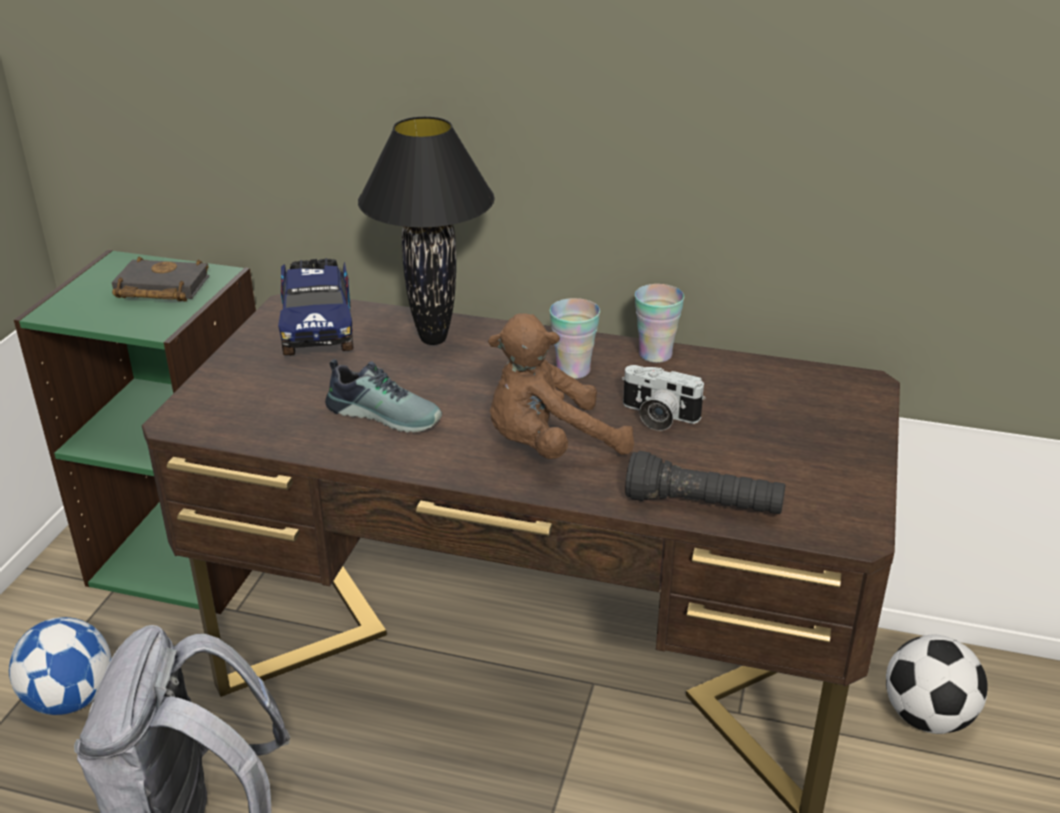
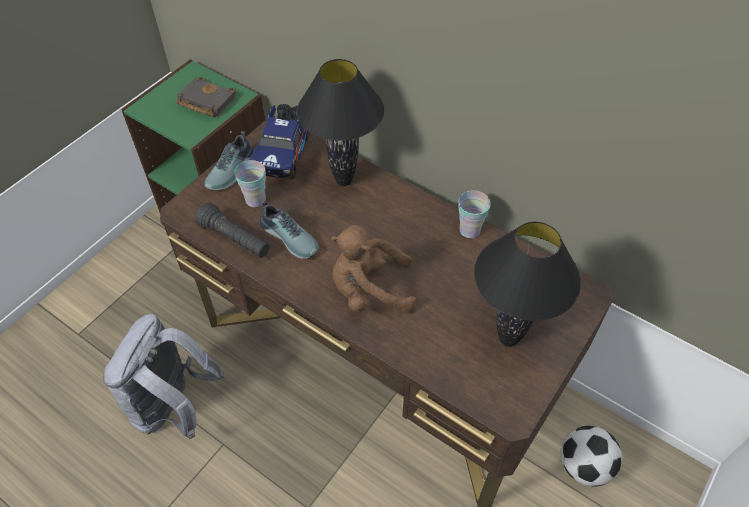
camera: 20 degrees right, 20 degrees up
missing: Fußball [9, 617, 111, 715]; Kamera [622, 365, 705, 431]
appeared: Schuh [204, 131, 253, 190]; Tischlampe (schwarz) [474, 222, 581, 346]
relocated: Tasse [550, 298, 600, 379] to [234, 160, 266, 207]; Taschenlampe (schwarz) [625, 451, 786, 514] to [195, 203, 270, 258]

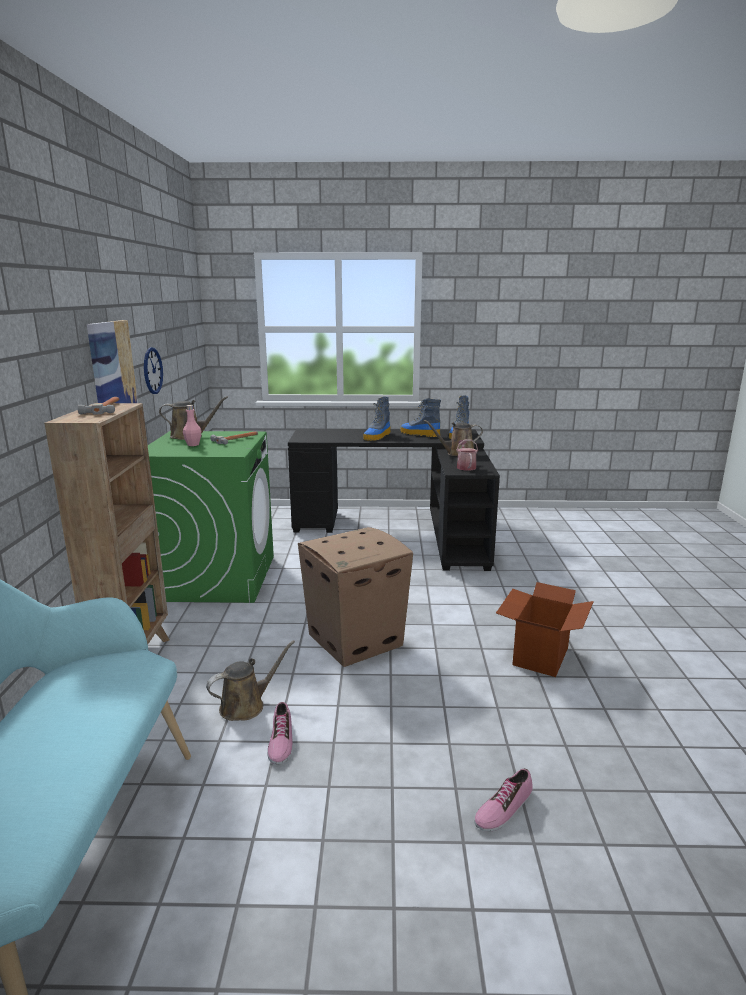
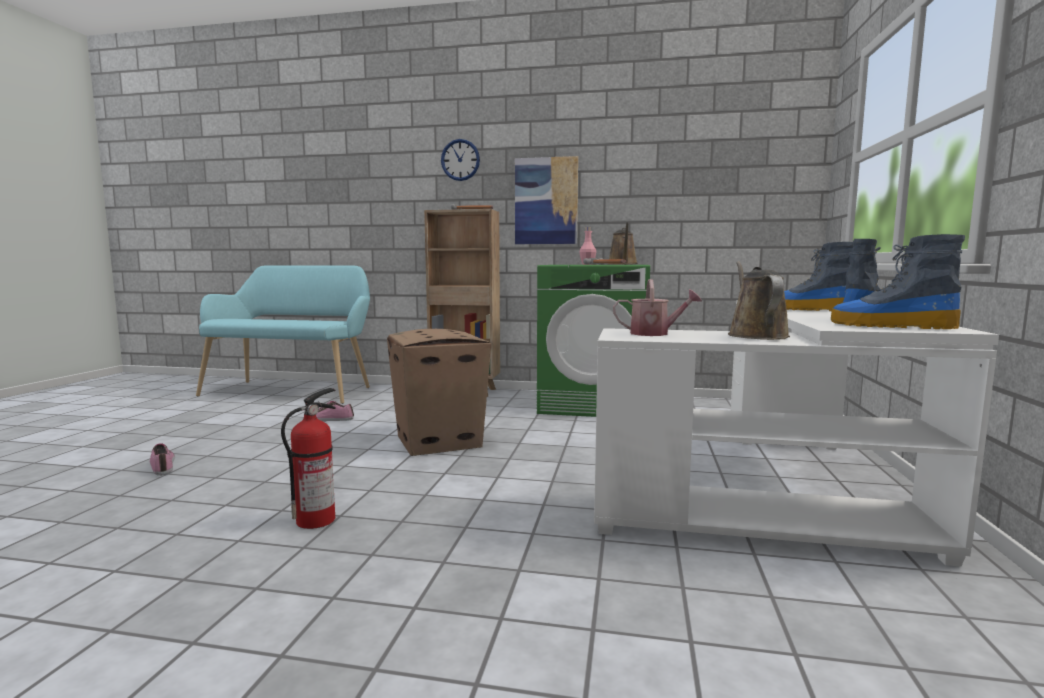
camera: 100 degrees right, 10 degrees down
missing: Gießkanne (braun) [206, 640, 295, 721]
relocated: Wanduhr [144, 347, 163, 394] to [441, 139, 480, 181]
exchanged: Karton [496, 582, 594, 677] to Feuerlöscher [281, 388, 336, 529]
colour: Schreibtisch (schwarz) [288, 429, 500, 571] to Schreibtisch (weiß) [594, 300, 999, 567]

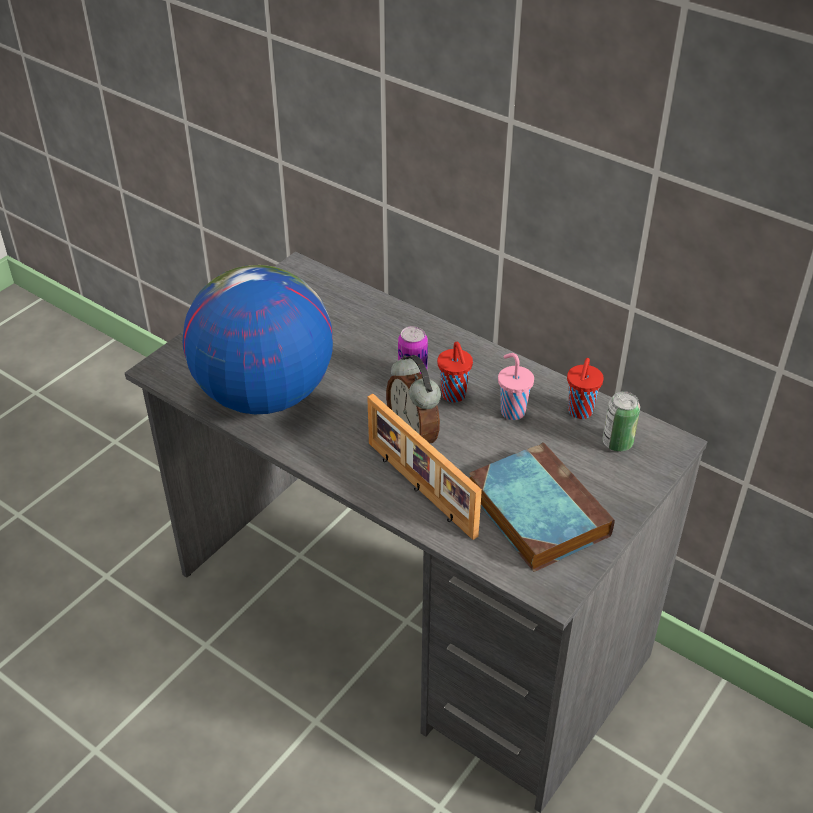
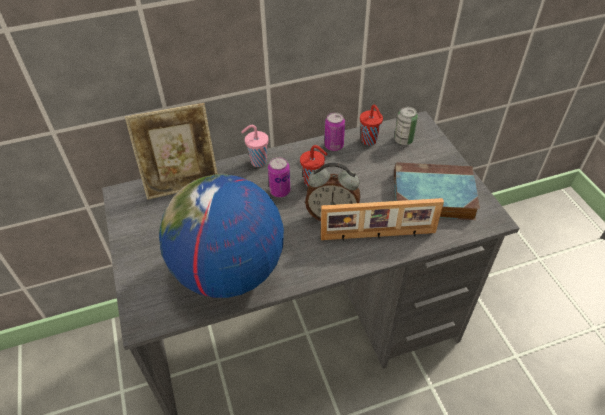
camera: 55 degrees left, 5 degrees up
appeared: Bilderrahmen [125, 103, 218, 200]; Dose [325, 112, 345, 151]
relocated: Tasse (rosa) [498, 353, 534, 420] to [241, 125, 269, 167]

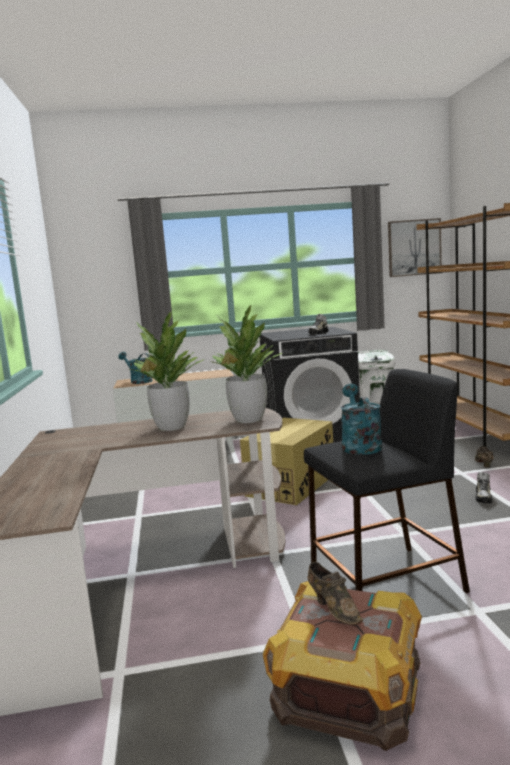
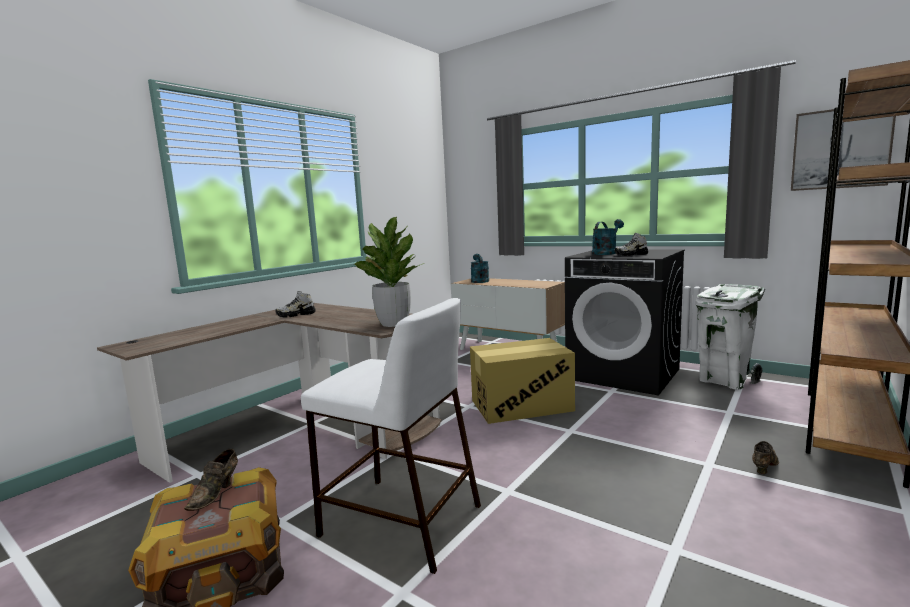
camera: 45 degrees right, 0 degrees up
missing: Topfpflanze [130, 312, 204, 431]
relocated: Gießkanne (türkis) [341, 384, 382, 455] to [592, 219, 624, 255]; Schuh [475, 472, 492, 503] to [275, 291, 316, 318]
colour: Hocker (schwarz) [304, 369, 470, 593] to Hocker (weiß) [301, 298, 481, 574]

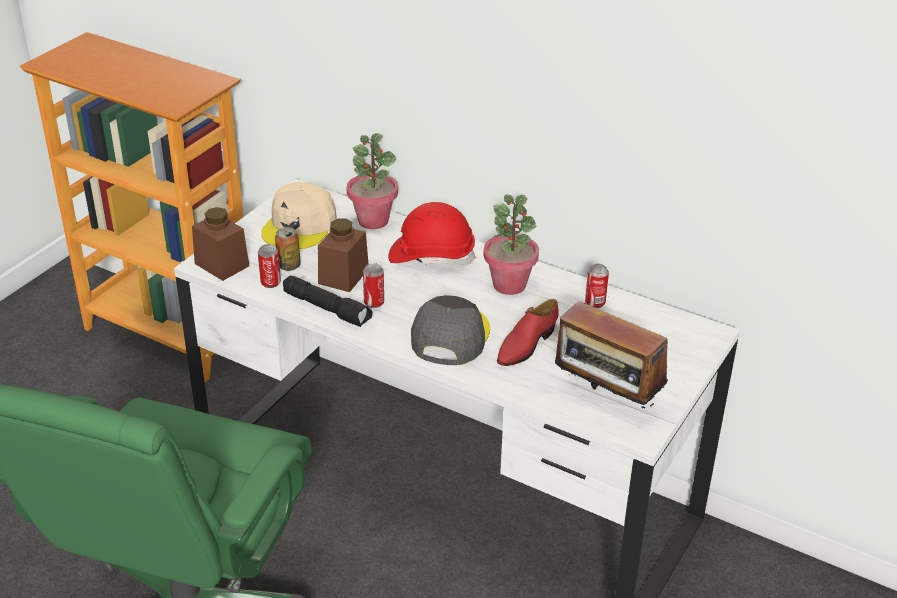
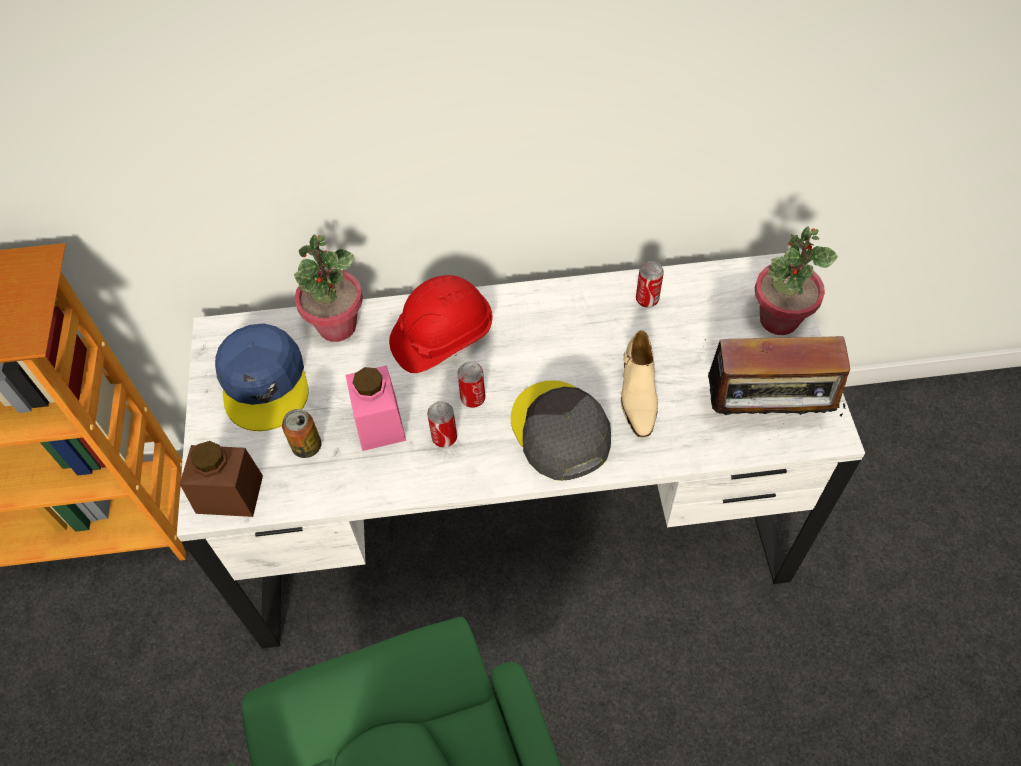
camera: 35 degrees left, 20 degrees up
missing: Taschenlampe (schwarz) [283, 275, 373, 327]
relocated: Dose [258, 244, 281, 288] to [457, 361, 485, 408]; Topfpflanze [483, 195, 539, 295] to [755, 226, 838, 335]
colour: Kappe (beige) [261, 182, 337, 249] to Kappe (blau) [215, 323, 308, 431]; Vorratsglas (braun) [318, 219, 369, 292] to Vorratsglas (rosa) [346, 365, 406, 451]; Schuh (rot) [497, 299, 559, 366] to Schuh (beige) [621, 330, 658, 438]

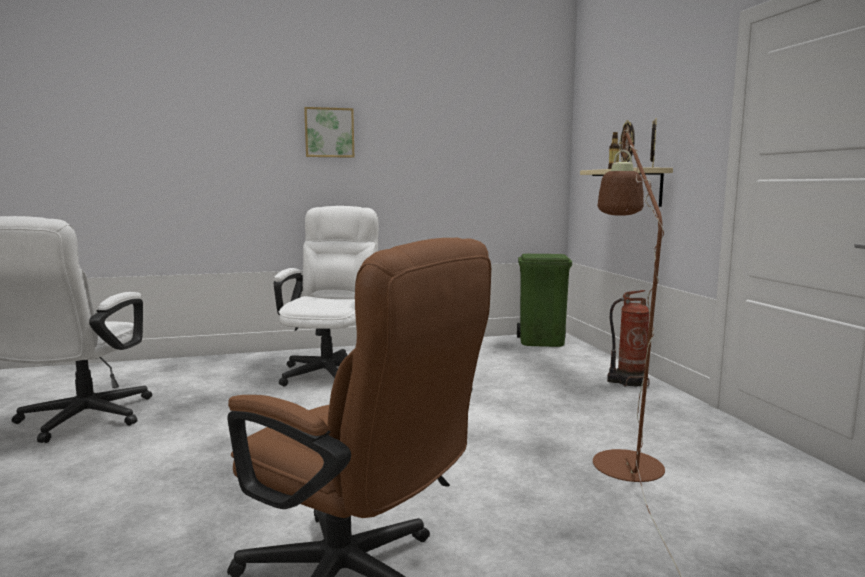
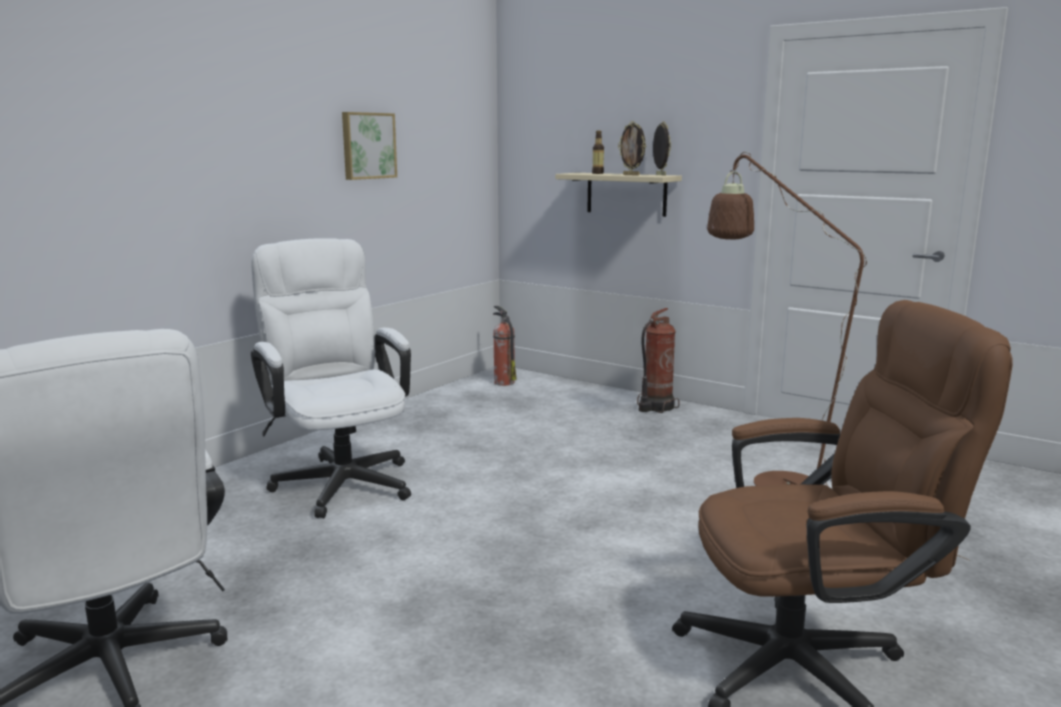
camera: 40 degrees left, 5 degrees up
relocated: Bild [304, 107, 354, 158] to [342, 112, 397, 180]
exchanged: Mülleimer (grün) [517, 254, 572, 347] to Feuerlöscher [493, 306, 517, 386]

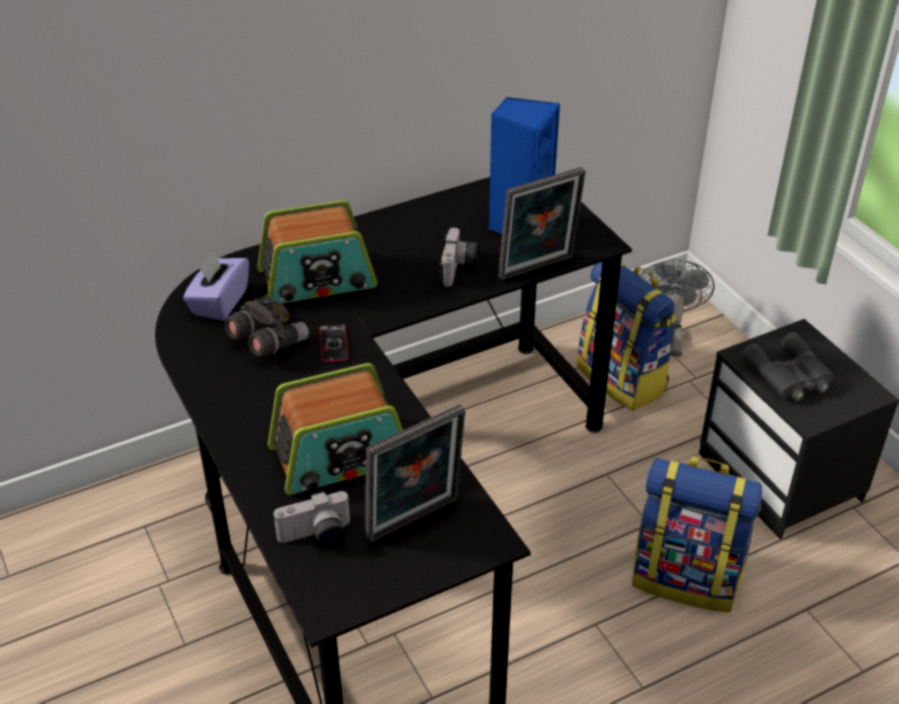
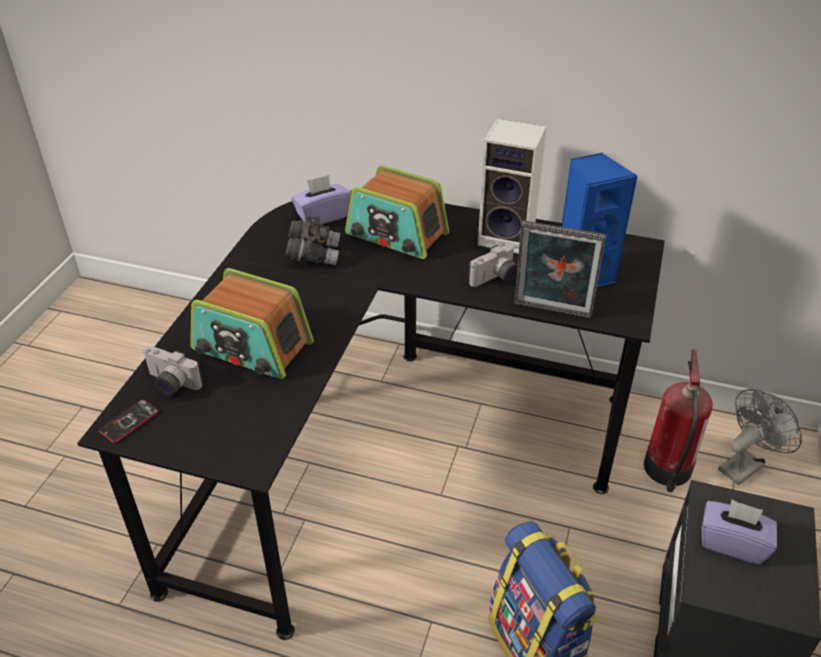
camera: 45 degrees right, 0 degrees up
missing: Bilderrahmen [365, 404, 465, 543]
appeared: Lautsprecher [478, 119, 547, 254]
relocated: Handy [320, 324, 348, 362] to [99, 400, 159, 443]
exchanged: Rucksack [577, 262, 677, 411] to Feuerlöscher [644, 349, 713, 492]; Fernglas (grau) [742, 332, 834, 402] to Taschentuchbox (lila) [702, 500, 777, 564]

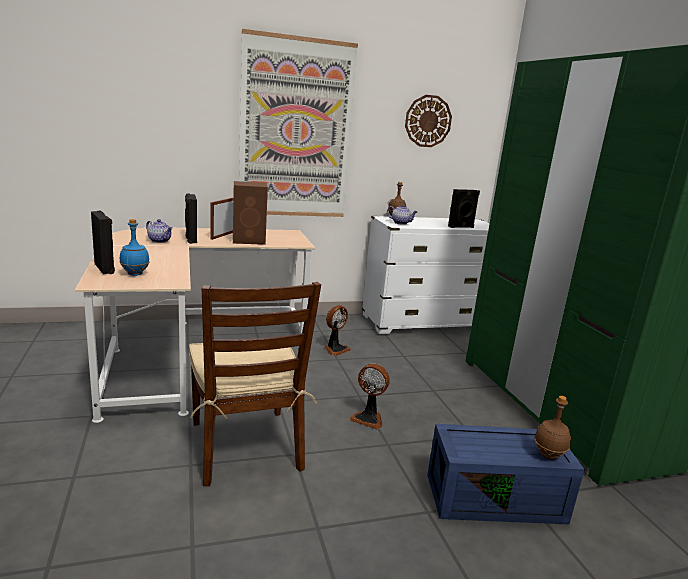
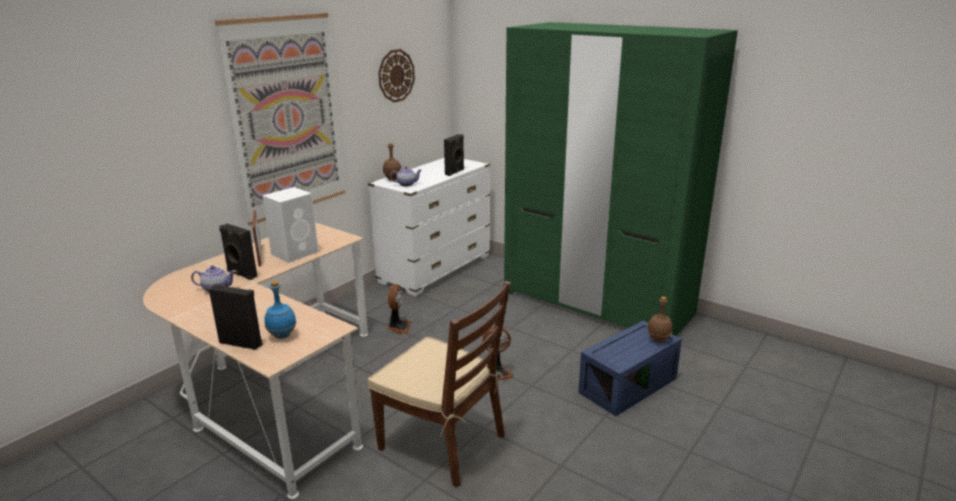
camera: 35 degrees left, 5 degrees up
colour: Lautsprecher (braun) [233, 181, 268, 245] to Lautsprecher (weiß) [262, 187, 319, 263]

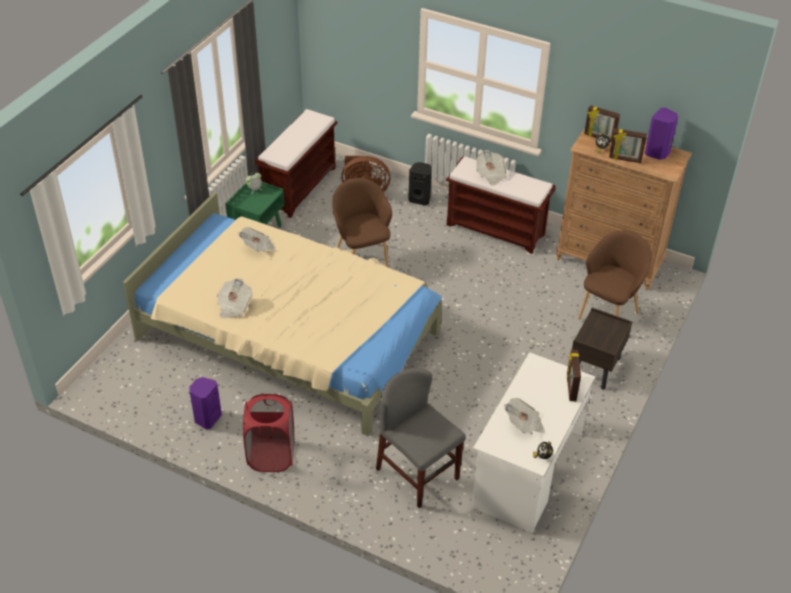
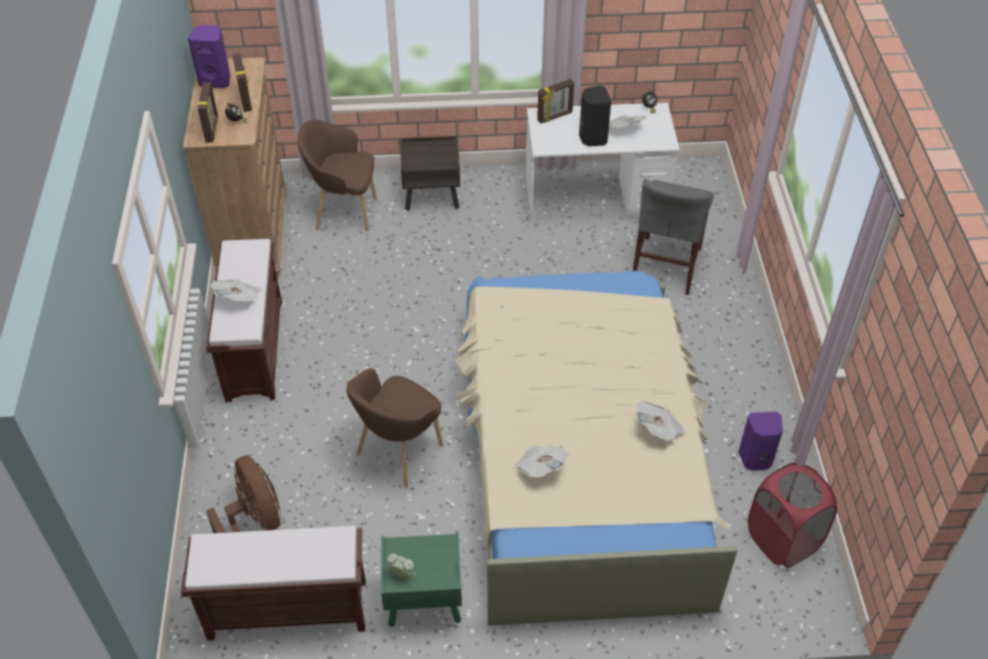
camera: 120 degrees left, 5 degrees up
relocated: Wäschekorb (rot) [243, 394, 294, 472] to [748, 463, 837, 568]; Lautsprecher (schwarz) [408, 162, 432, 206] to [579, 85, 611, 146]

